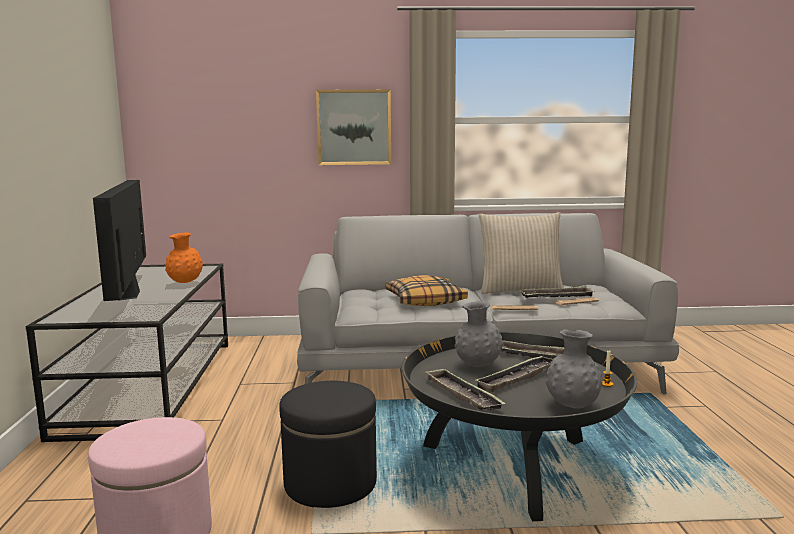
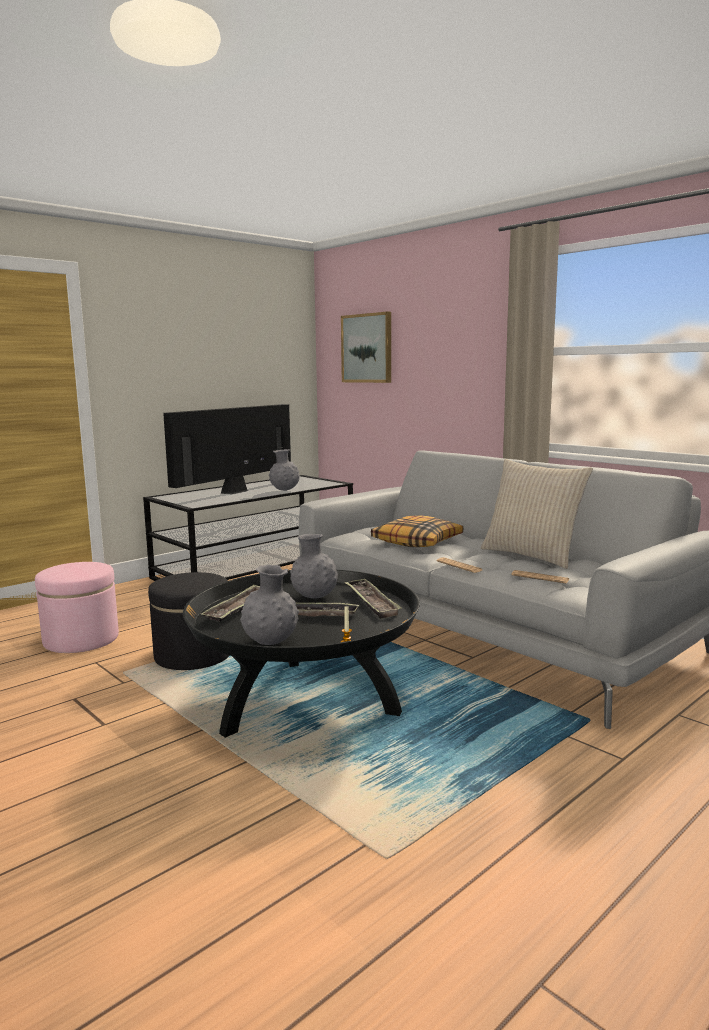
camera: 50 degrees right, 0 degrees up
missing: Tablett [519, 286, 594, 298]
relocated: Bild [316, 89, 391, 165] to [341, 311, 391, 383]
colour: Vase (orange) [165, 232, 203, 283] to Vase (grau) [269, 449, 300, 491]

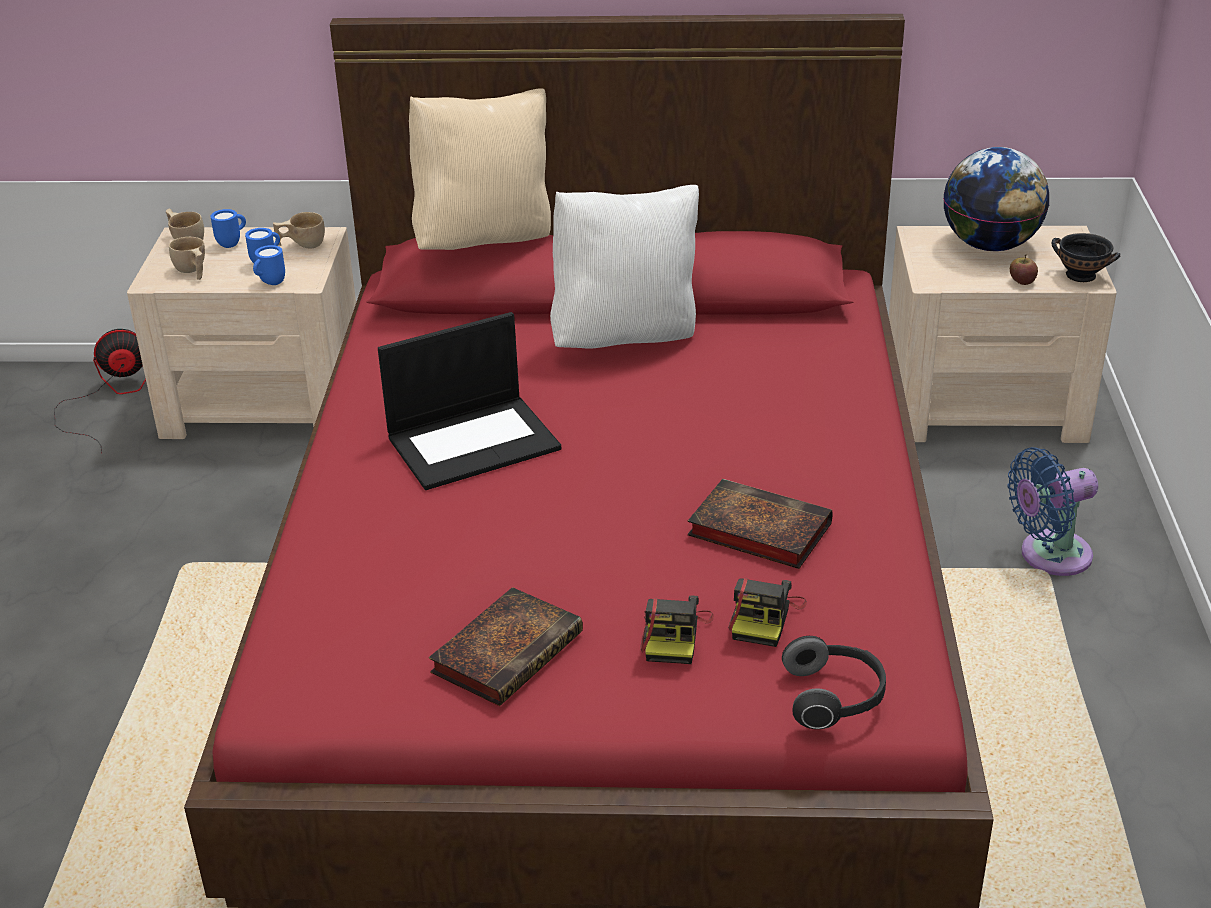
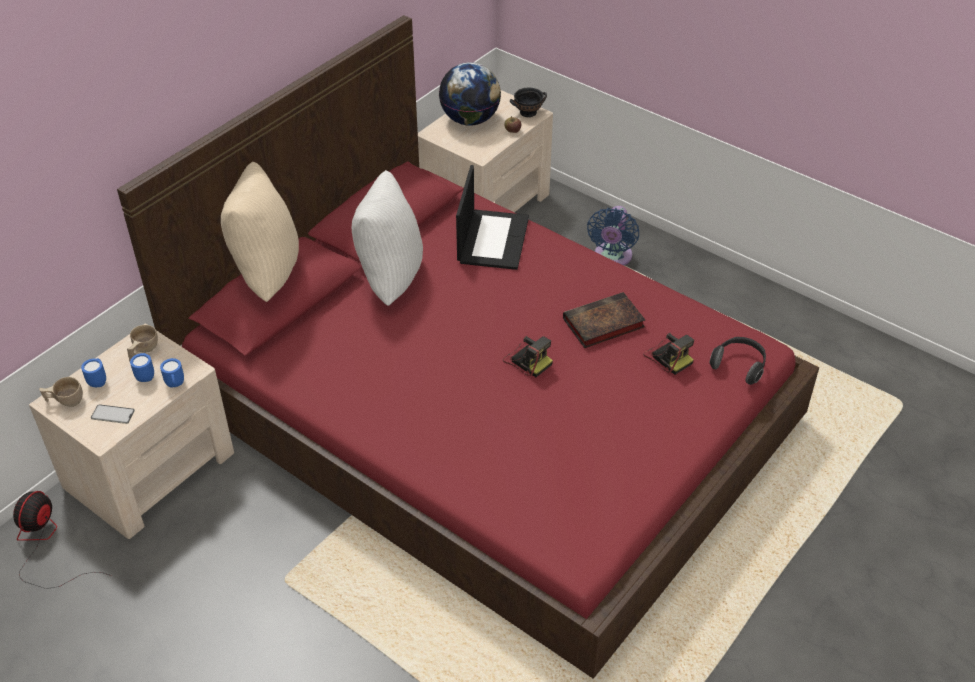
camera: 55 degrees left, 10 degrees up
missing: Buch [429, 587, 583, 706]
relocated: Laptop [378, 312, 561, 490] to [456, 165, 529, 270]; Kamera [640, 595, 714, 664] to [503, 336, 553, 377]
exchanged: Tasse (beige) [169, 237, 205, 280] to Handy [91, 404, 135, 424]

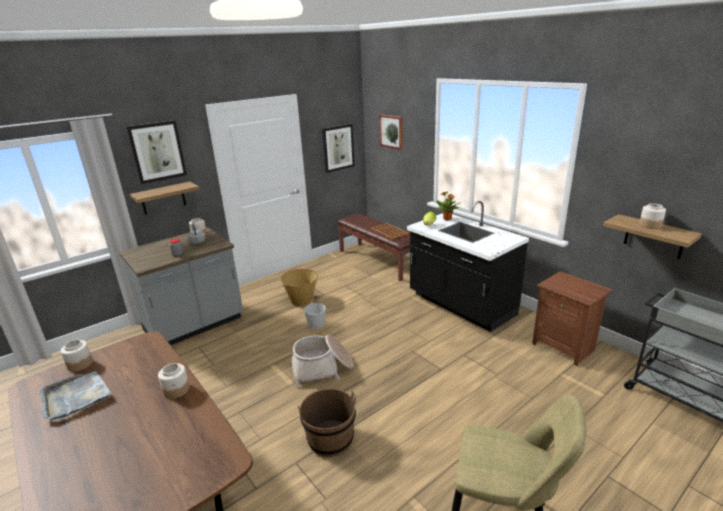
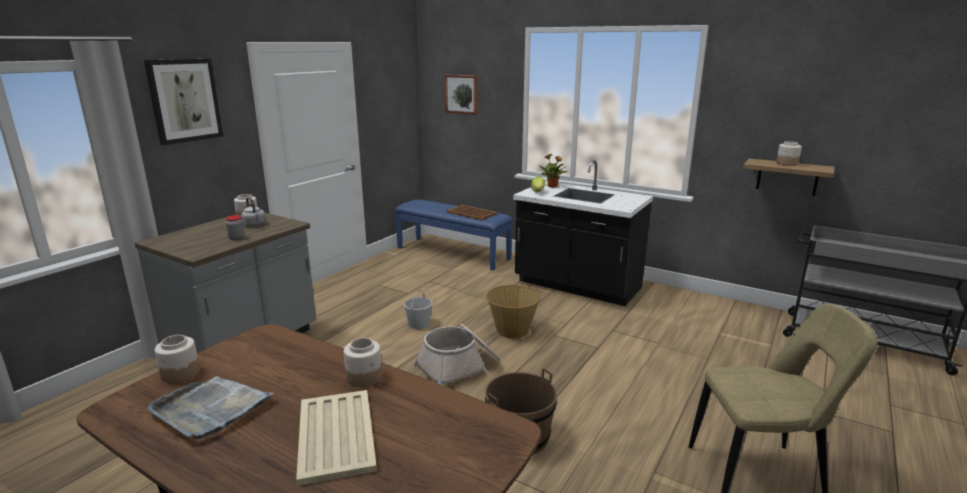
camera: 20 degrees left, 5 degrees down
missing: Wandregal [130, 181, 200, 215]; Bild [322, 124, 355, 173]; Nachttisch (braun) [532, 271, 613, 366]
appeared: Tablett (beige) [296, 390, 377, 486]
relocated: Korb [280, 269, 318, 306] to [486, 285, 541, 339]
colour: Bank (braun) [337, 214, 411, 281] to Bank (blau) [395, 200, 513, 271]

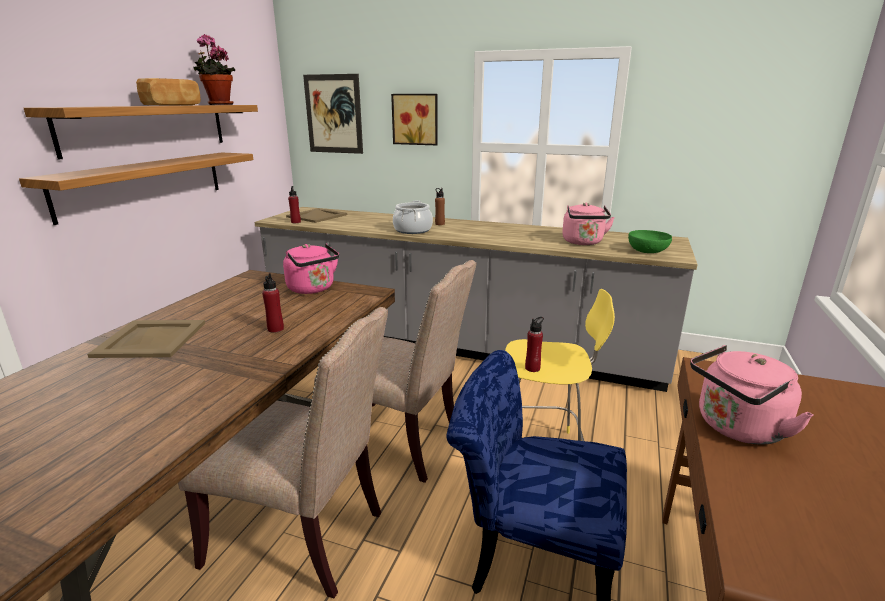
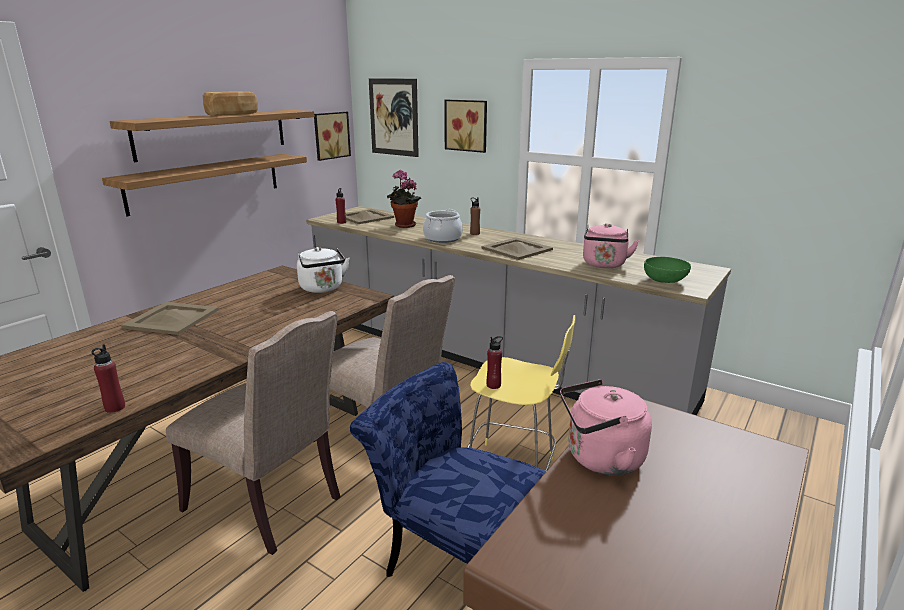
camera: 15 degrees right, 0 degrees up
appeared: Bild [314, 112, 351, 161]; Tablett (beige) [482, 238, 553, 260]
relocated: Topfpflanze [193, 34, 235, 105] to [387, 170, 421, 228]; Flasche (rot) [262, 273, 284, 333] to [92, 344, 125, 413]
colour: Wasserkessel (rosa) [283, 243, 339, 294] to Wasserkessel (weiß) [297, 247, 350, 293]

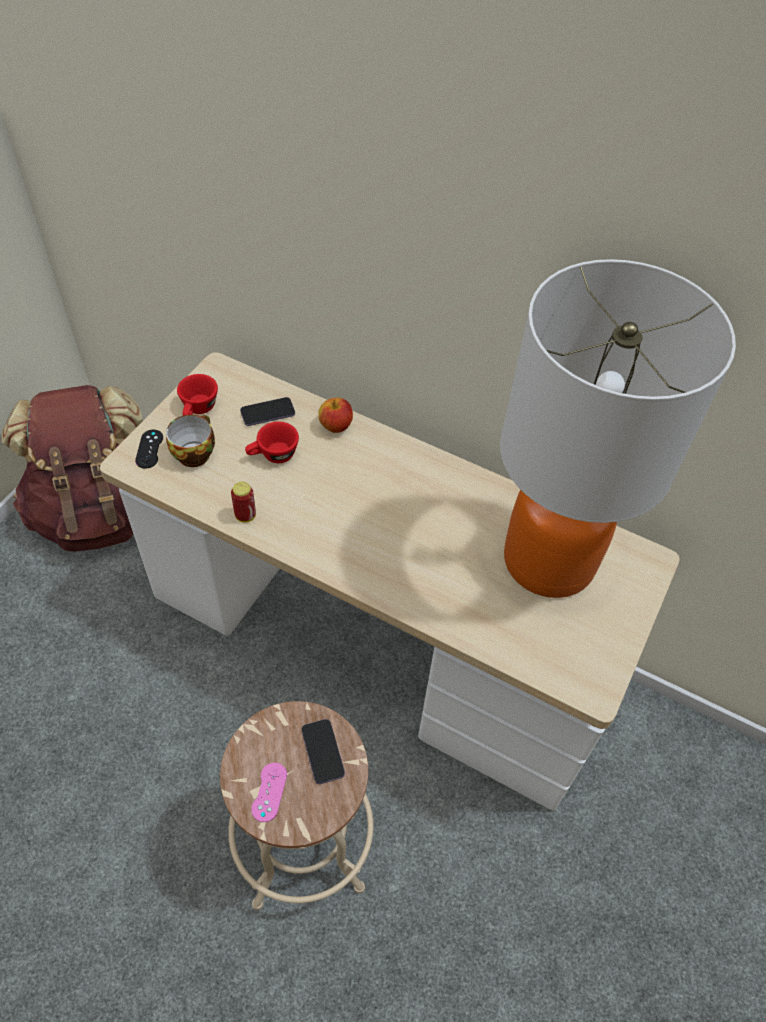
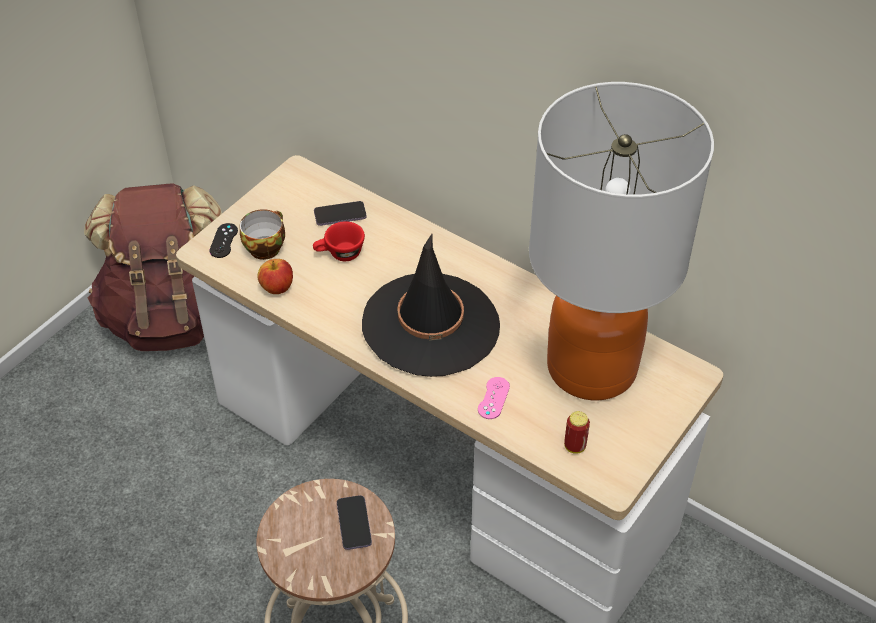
camera: 10 degrees right, 5 degrees down
missing: Tasse (rot) [177, 374, 218, 416]
appeared: Hut (schwarz) [362, 234, 500, 377]
relocated: Dose [231, 482, 256, 523] to [564, 411, 590, 454]; Gamepad (rosa) [251, 763, 287, 822] to [478, 377, 510, 419]; Apfel [318, 398, 353, 433] to [258, 259, 293, 294]

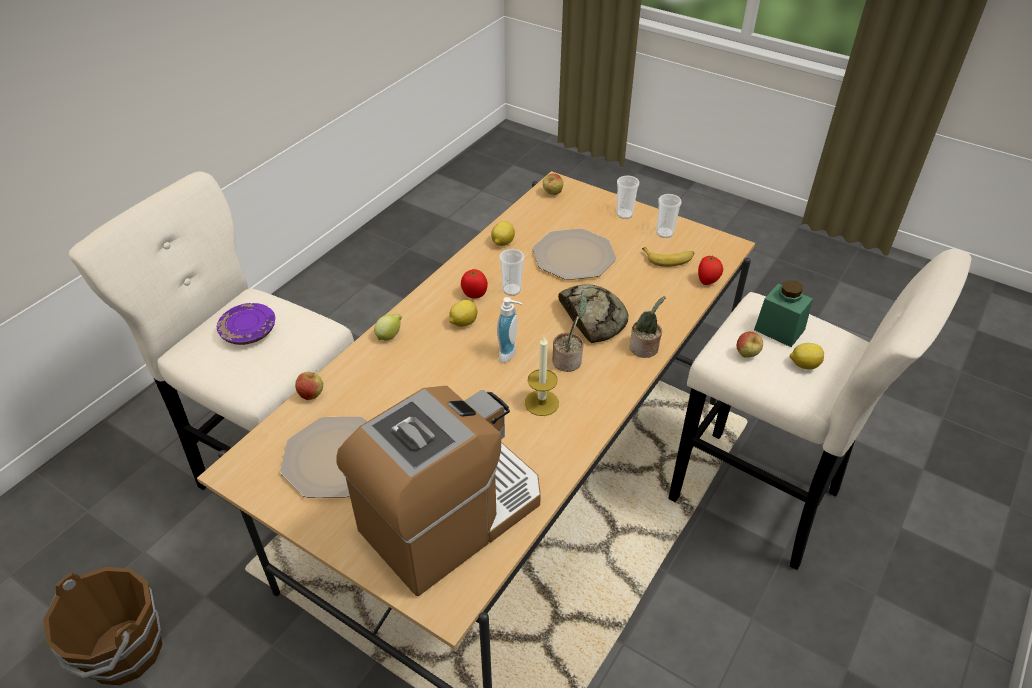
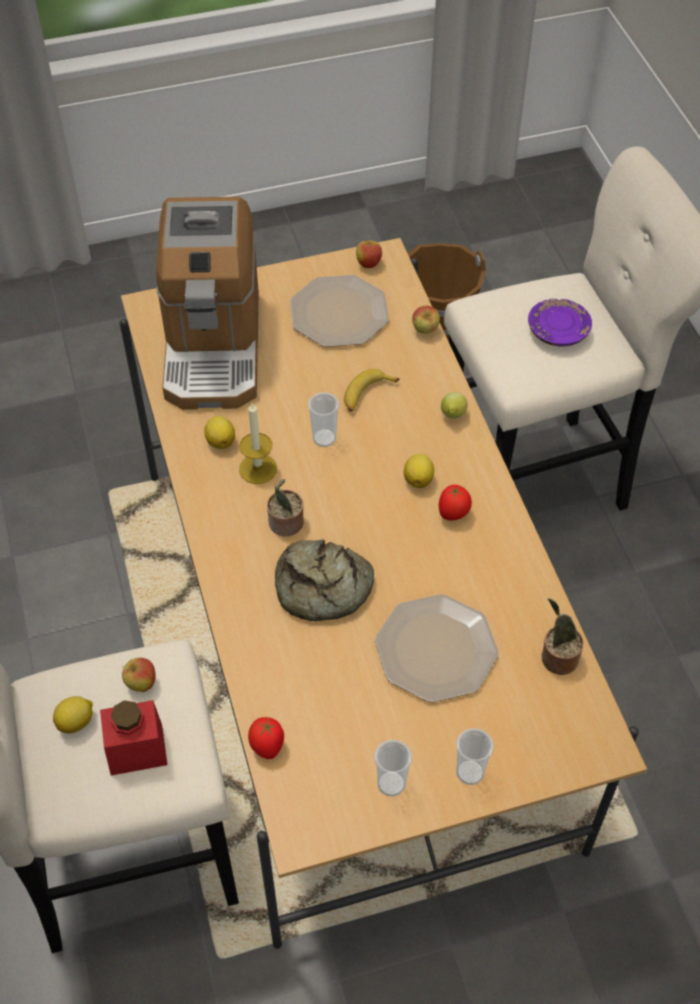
camera: 130 degrees right, 10 degrees up
missing: Seifenspender [497, 297, 522, 363]
relocated: Zitrone [491, 221, 515, 246] to [204, 416, 235, 449]; Tasse [499, 249, 524, 296] to [308, 392, 339, 447]; Apfel [543, 174, 563, 195] to [356, 236, 382, 268]; Topfpflanze [630, 296, 665, 358] to [542, 598, 584, 675]; Banane [642, 247, 695, 267] to [344, 369, 399, 412]
colour: Vorratsglas (grün) [754, 280, 813, 347] to Vorratsglas (rot) [100, 700, 167, 776]

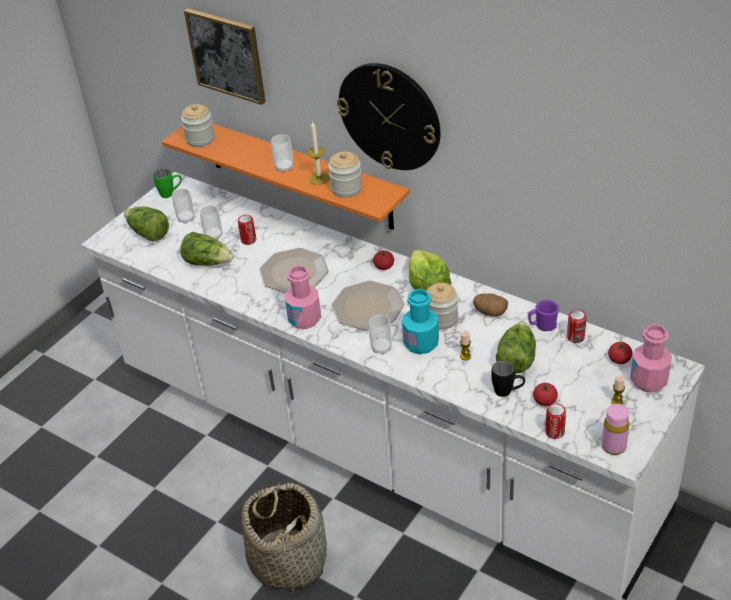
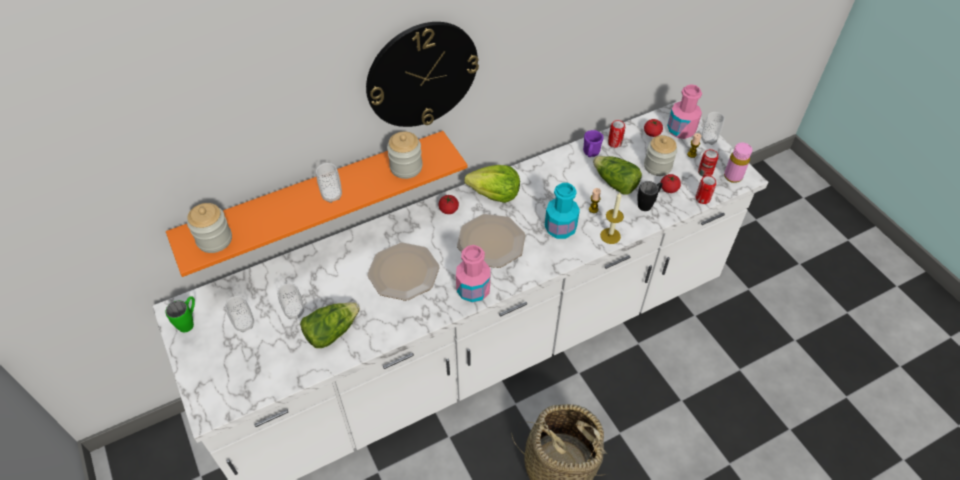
camera: 65 degrees left, 10 degrees up
missing: Salatkopf [124, 207, 169, 242]; Bild [184, 8, 265, 105]; Kartoffel [473, 294, 508, 317]
relocated: Dose [238, 215, 256, 245] to [698, 149, 718, 177]; Kerze [307, 121, 330, 185] to [600, 192, 624, 244]; Tasse [369, 315, 392, 355] to [701, 112, 725, 145]; Vorratsglas [427, 283, 458, 330] to [644, 135, 677, 176]

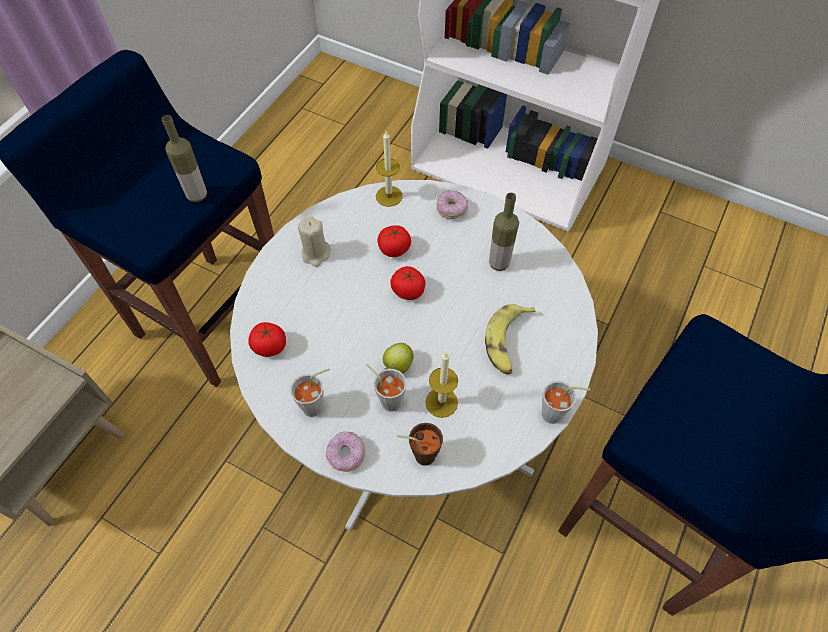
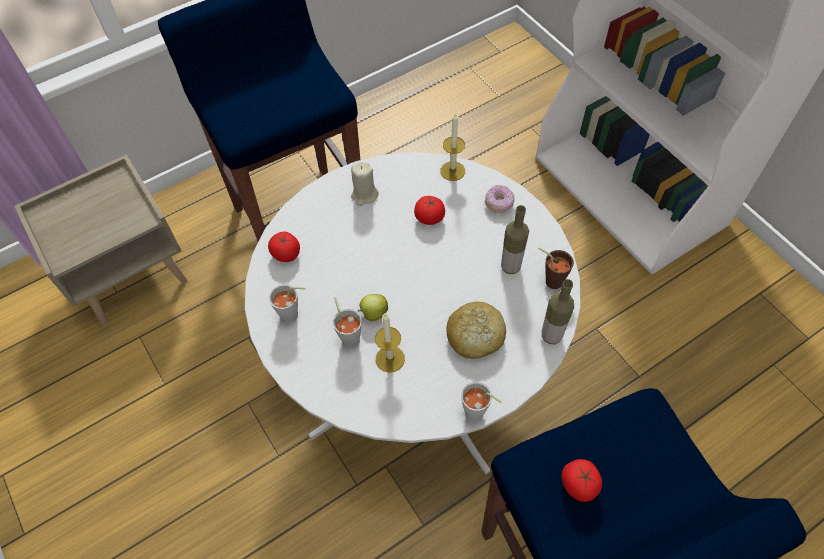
camera: 30 degrees right, 0 degrees up
missing: Donut [326, 431, 365, 472]
relocated: Flasche [162, 115, 207, 202] to [542, 279, 574, 344]; Tomate [390, 266, 426, 300] to [562, 459, 602, 502]; Tasse (braun) [397, 423, 443, 466] to [538, 247, 574, 289]
exchanged: Banane [485, 304, 536, 374] to Brot [446, 302, 506, 359]

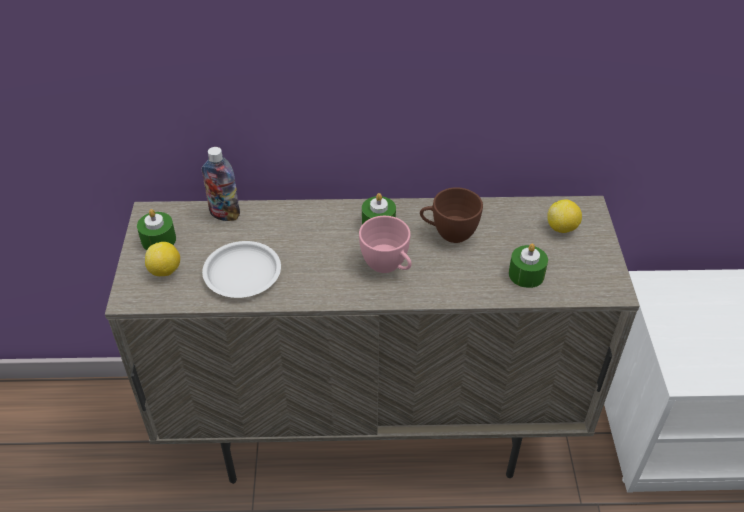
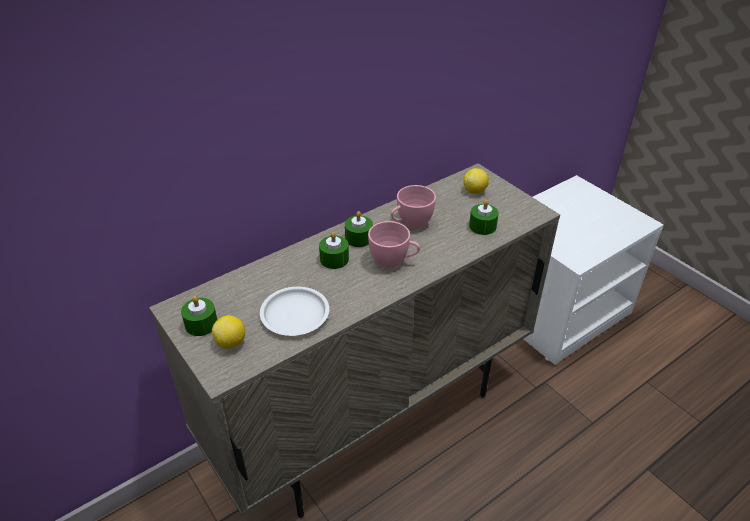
camera: 35 degrees left, 5 degrees down
missing: Flasche [202, 147, 240, 221]
appeared: Kerze (grün) [319, 232, 349, 269]
colour: Tasse (braun) [420, 187, 483, 243] to Tasse (rosa) [391, 185, 436, 229]

